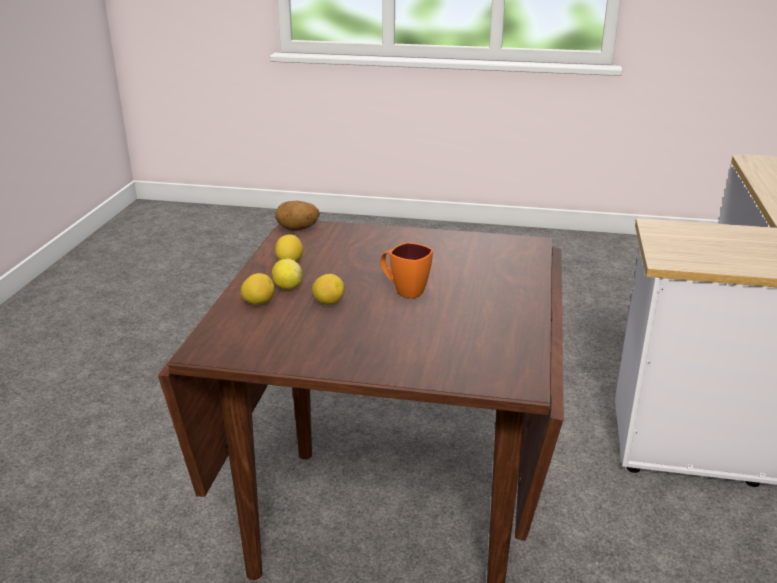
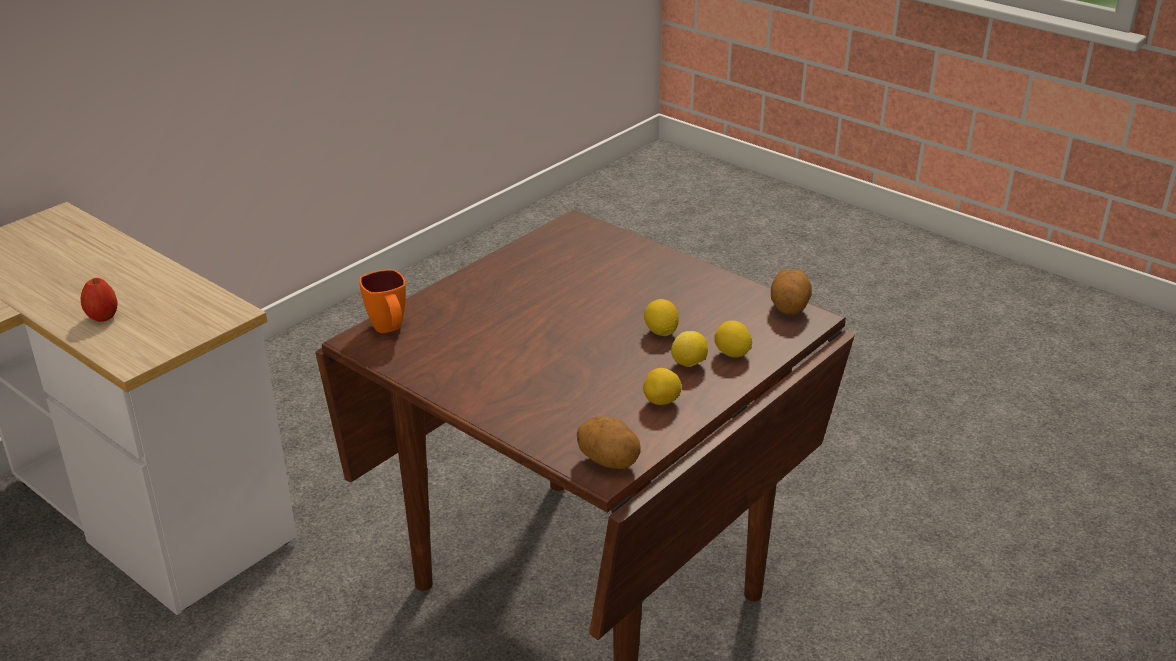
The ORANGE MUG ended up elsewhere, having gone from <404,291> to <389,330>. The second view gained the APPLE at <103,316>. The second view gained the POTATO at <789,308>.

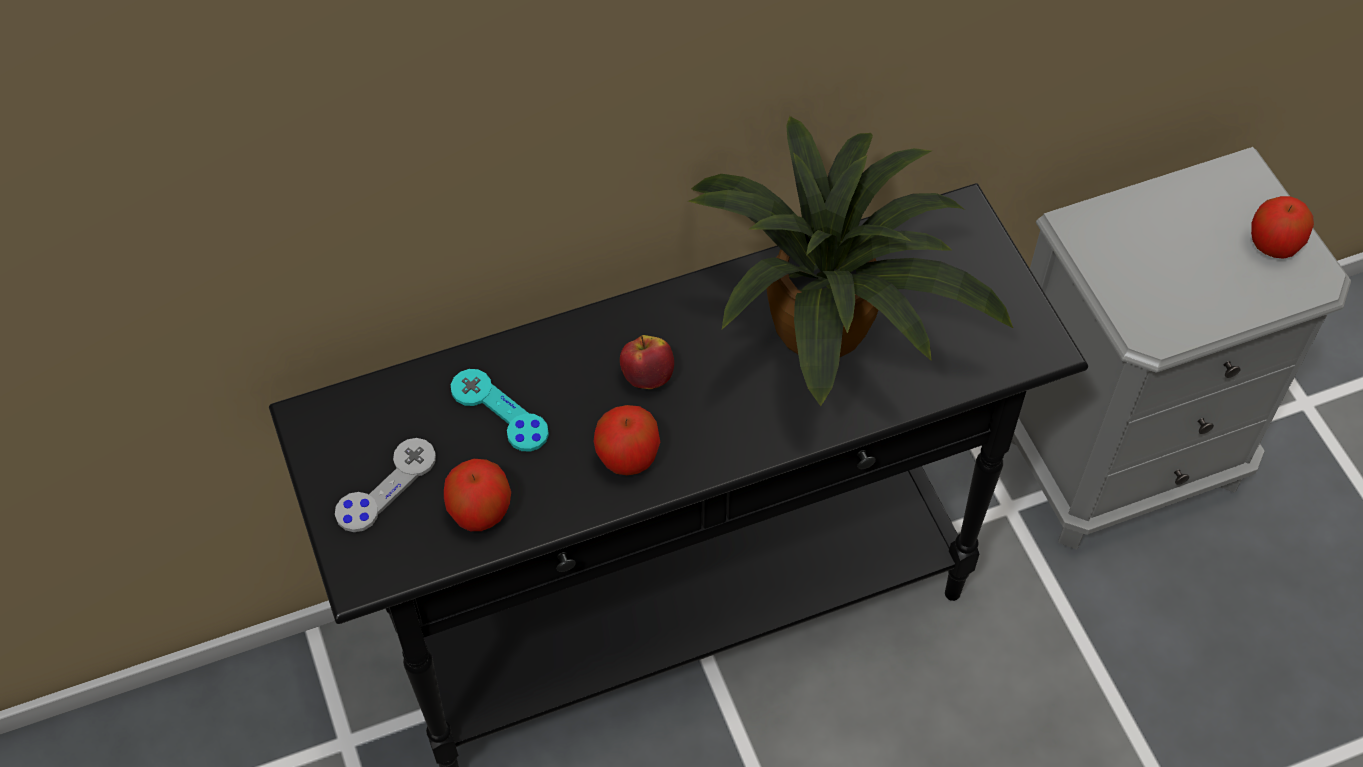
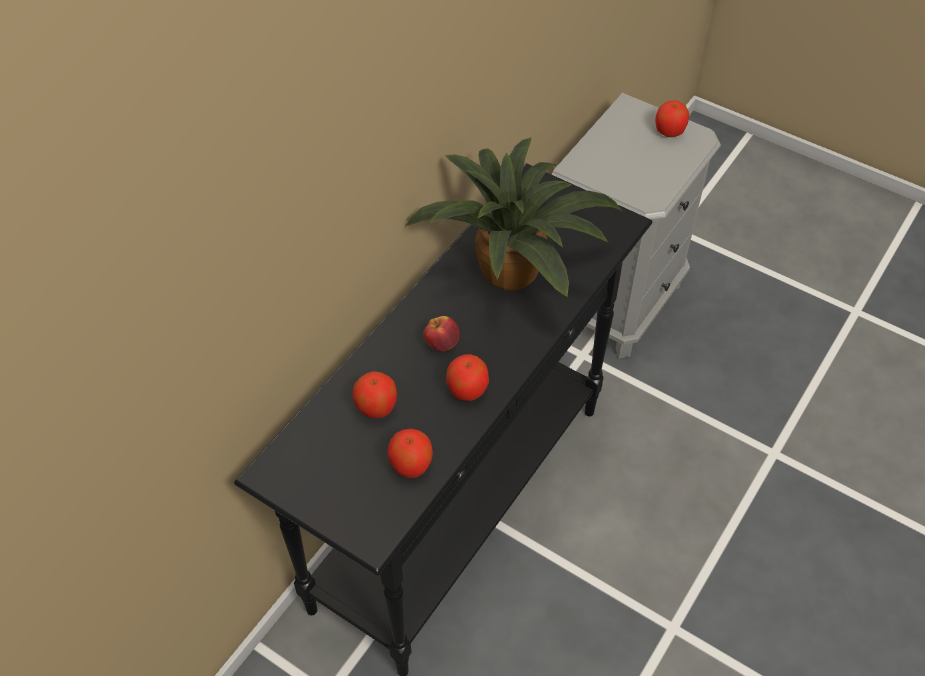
The second view lost the GREY GAME CONTROLLER at <386,486>. Where the TURQUOISE GAME CONTROLLER stood at <499,411>, the APPLE came to stand at <376,407>.

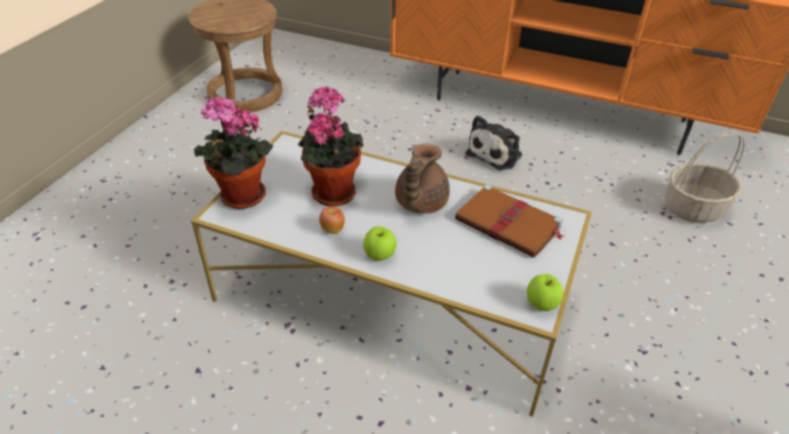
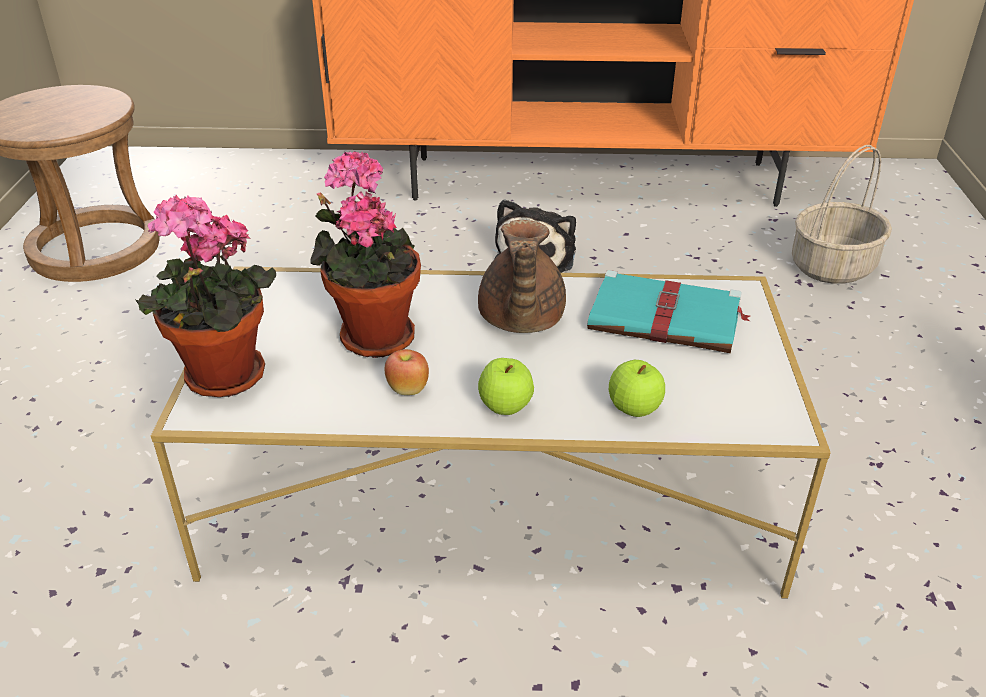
What was the BROWN BOOK at <509,224> turned into the TURQUOISE BOOK at <667,318>. The APPLE ended up elsewhere, having gone from <541,304> to <634,409>.

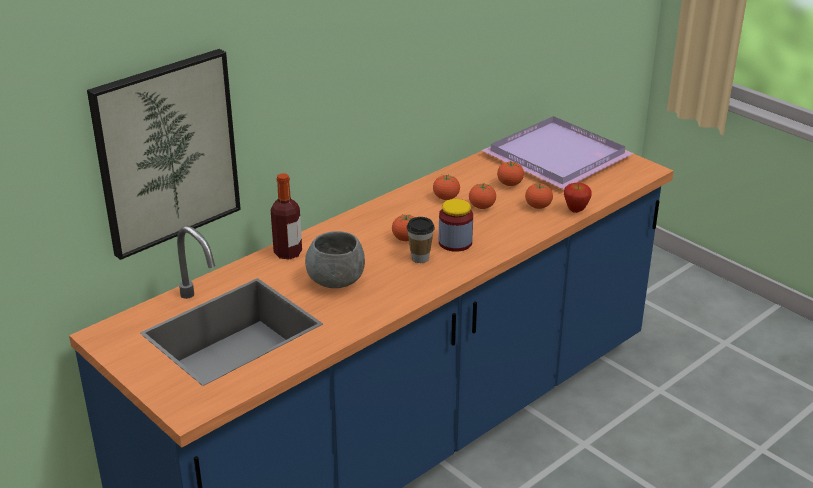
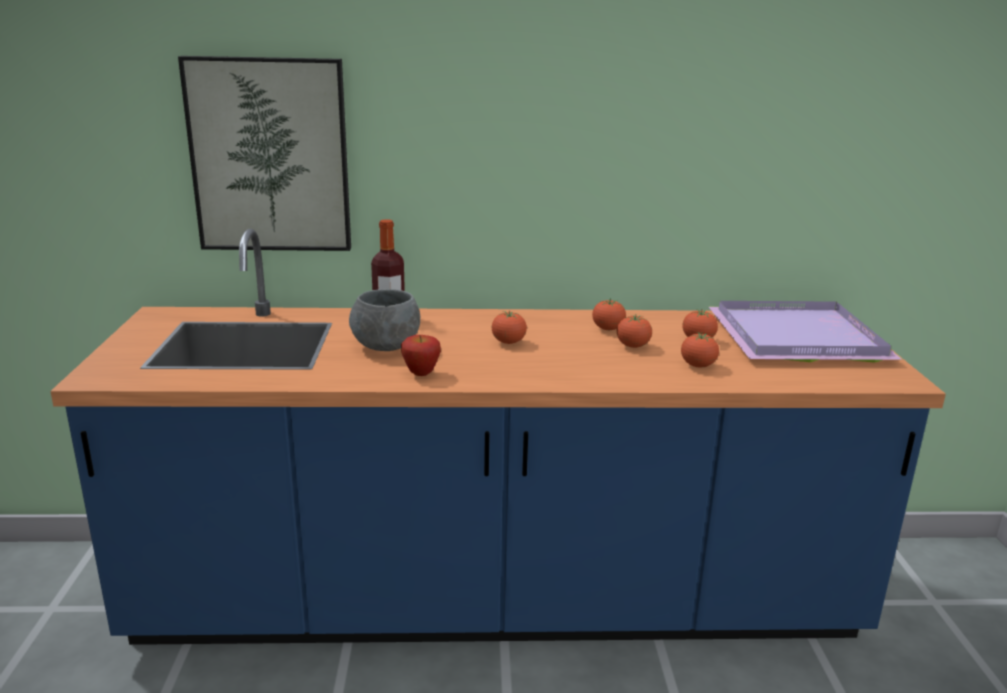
The second view lost the CUP at <420,258>. The second view lost the JAR at <455,243>. The APPLE ended up elsewhere, having gone from <576,210> to <421,374>.

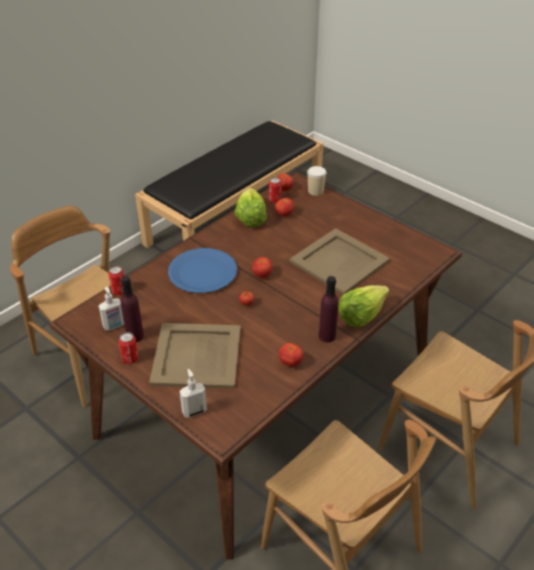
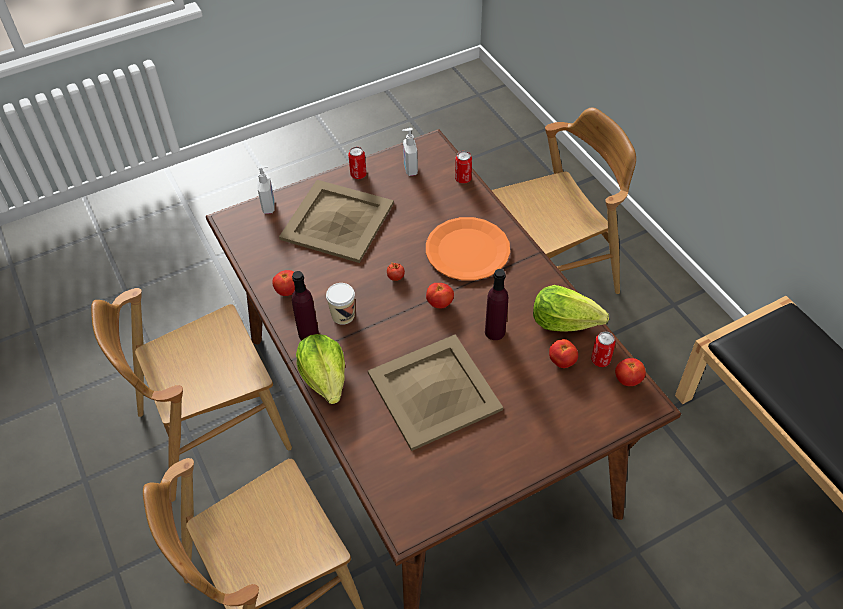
The PURPLE BOTTLE ended up elsewhere, having gone from <135,336> to <495,332>. What was the BLUE PLATE at <202,272> turned into the ORANGE PLATE at <467,250>. The CUP ended up elsewhere, having gone from <315,191> to <343,315>.

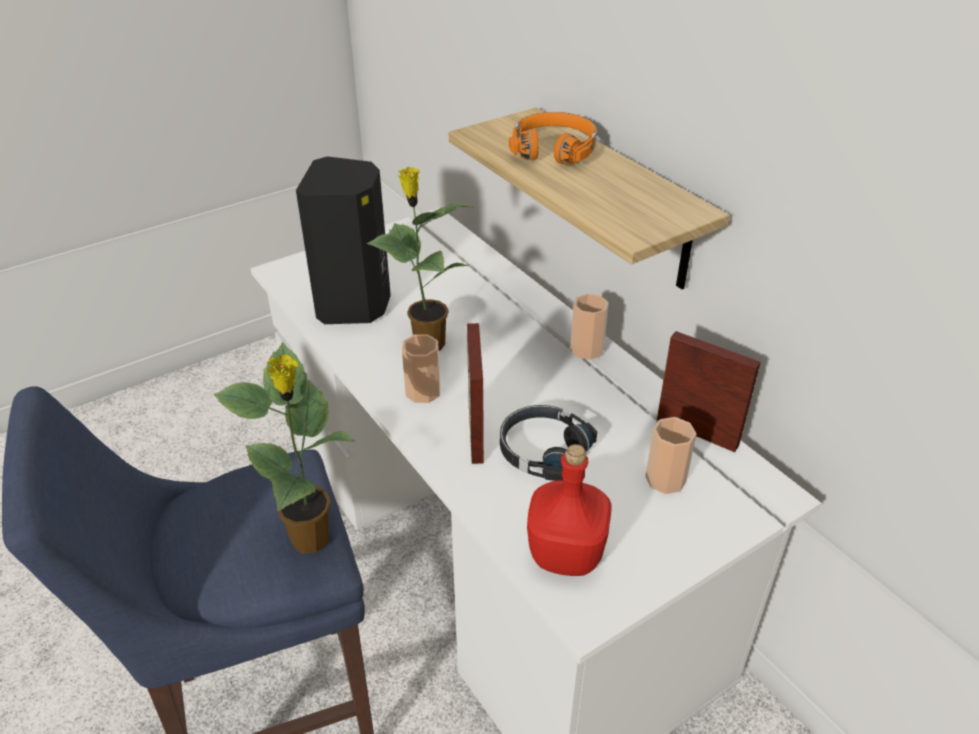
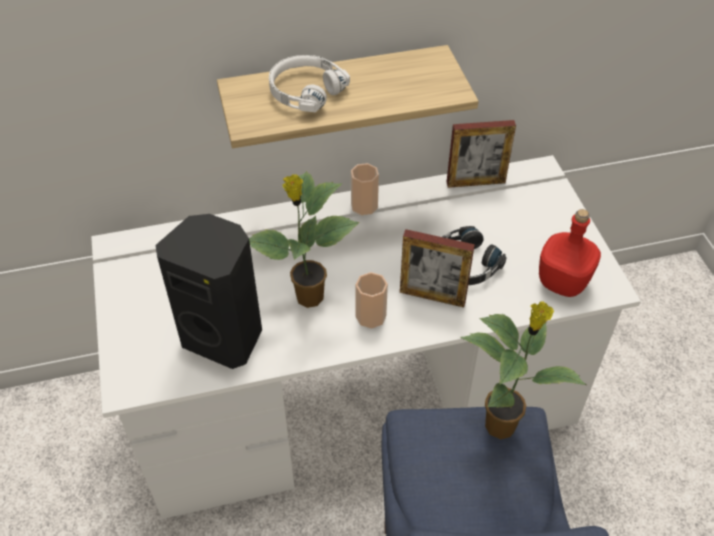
What was the ORANGE HEADPHONES at <554,149> turned into the WHITE HEADPHONES at <305,91>. The second view lost the CUP at <665,479>. The PICTURE FRAME at <697,432> ended up facing another way, 150 degrees counterclockwise from before.

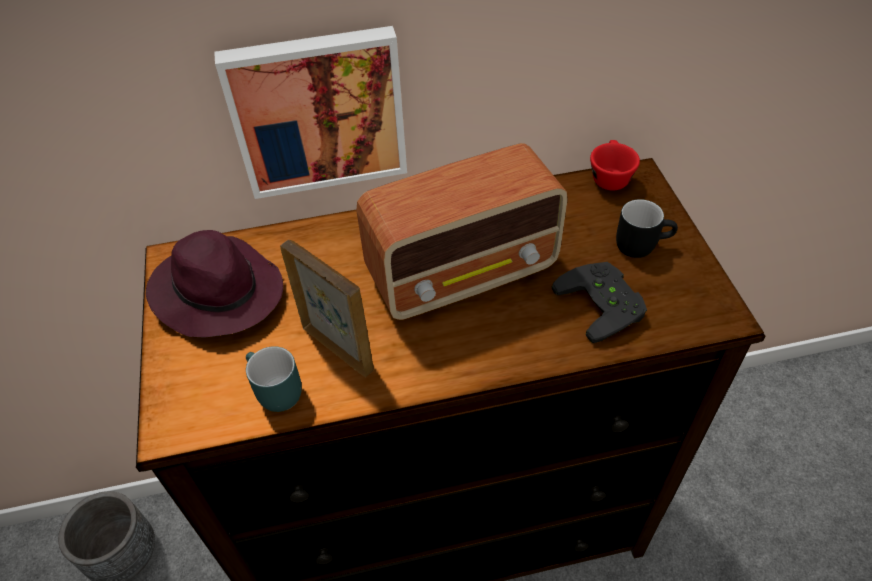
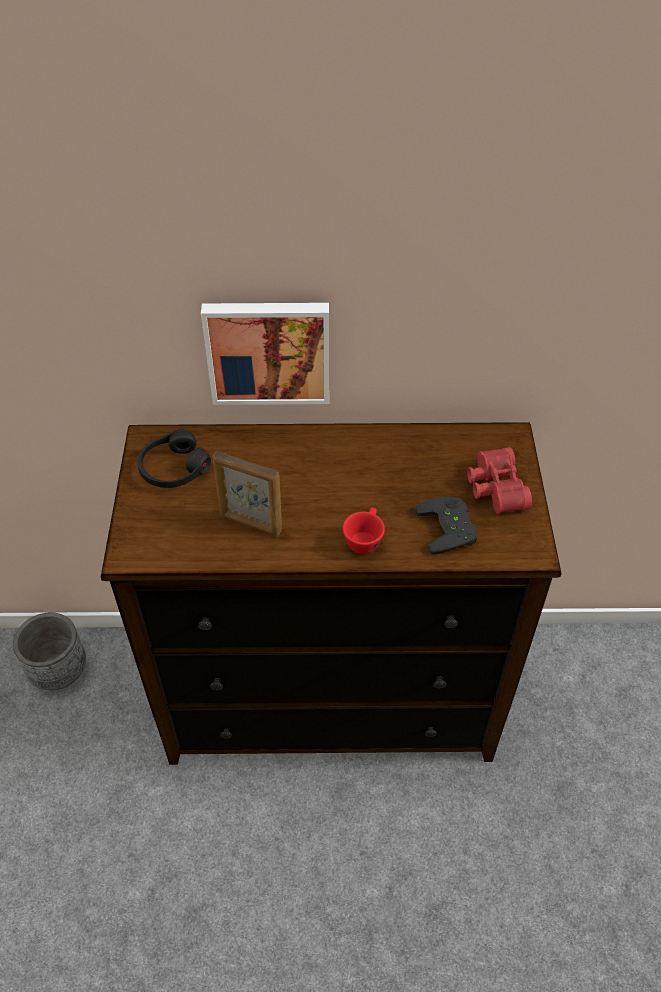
Where the PURPLE HAT stood at <216,292>, the BLACK HEADPHONES came to stand at <173,468>. The second view lost the TURQUOISE MUG at <273,392>. The PICTURE FRAME at <338,347> ended up facing another way, 150 degrees clockwise from before. The second view lost the RADIO at <464,273>. The RED CUP ended up elsewhere, having gone from <609,176> to <364,539>. Where the BLACK MUG stood at <640,243>, the RED BINOCULARS came to stand at <494,488>.

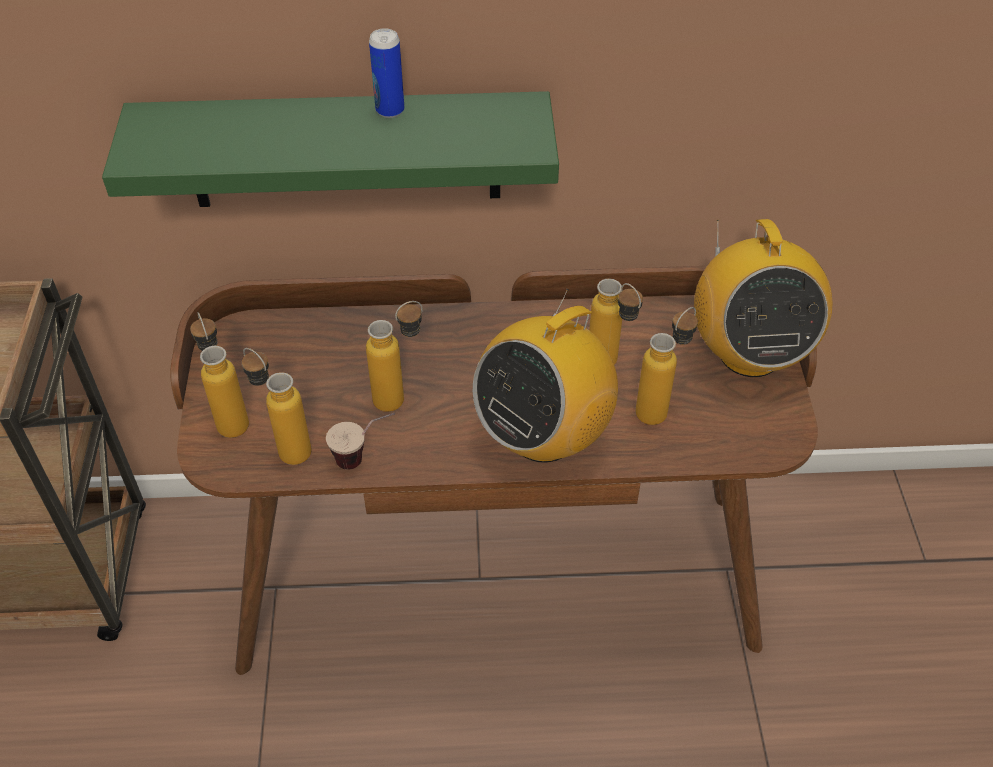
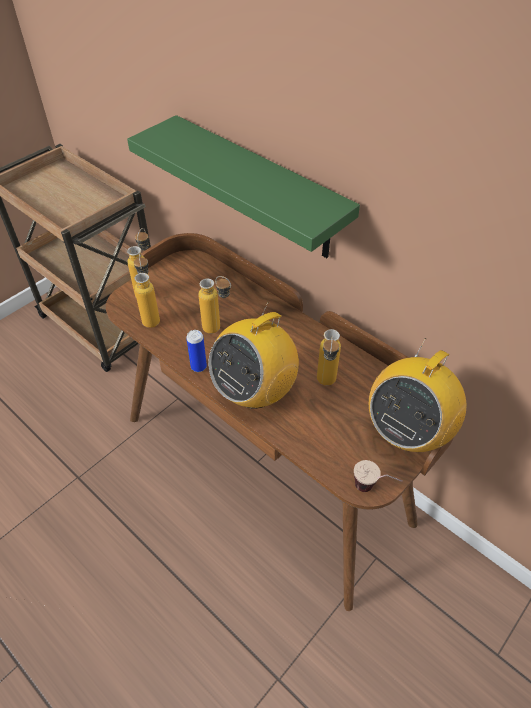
The CUP ended up elsewhere, having gone from <364,458> to <373,490>. The CAN ended up elsewhere, having gone from <390,110> to <198,366>. The RADIO at <543,435> ended up facing another way, 45 degrees counterclockwise from before. The second view lost the BOTTLE at <660,407>.

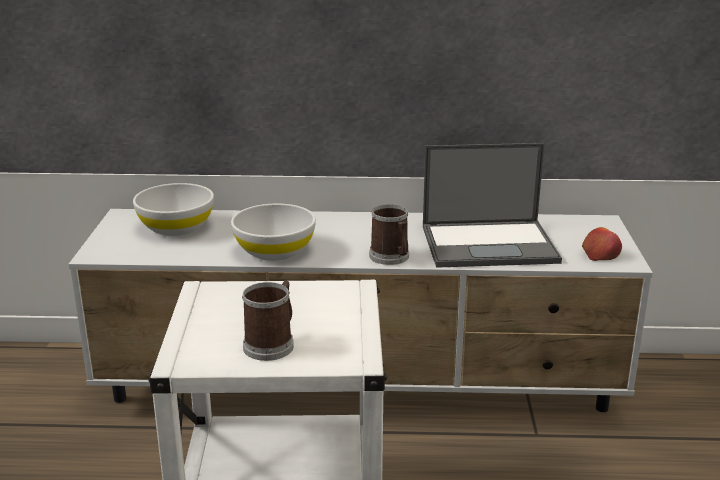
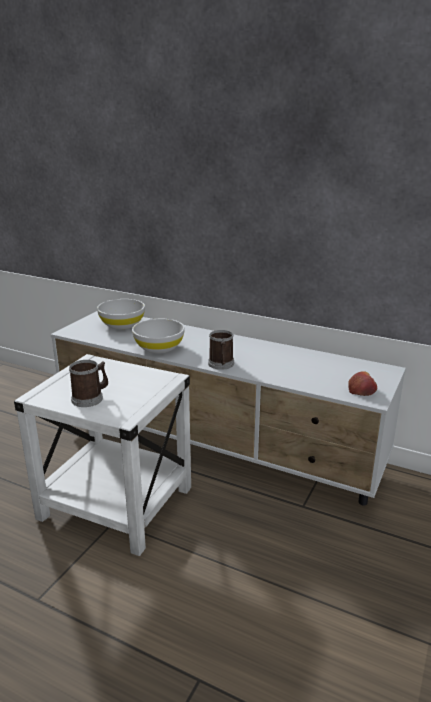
The second view lost the LAPTOP at <490,244>.

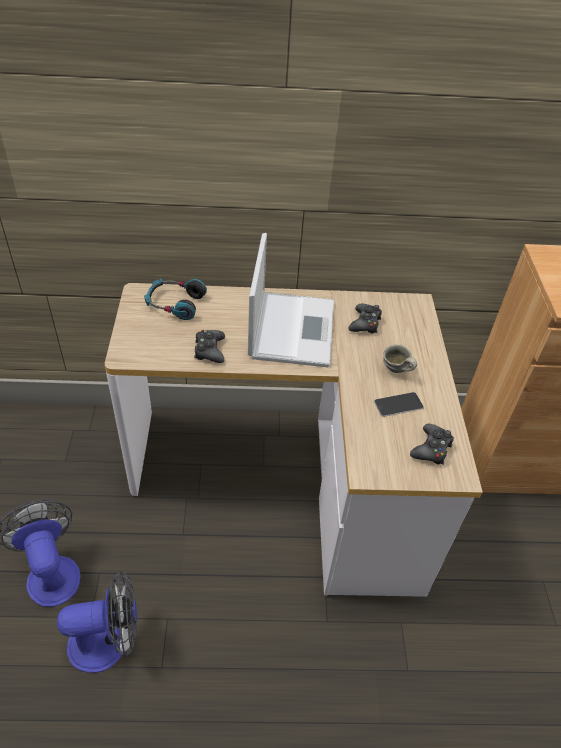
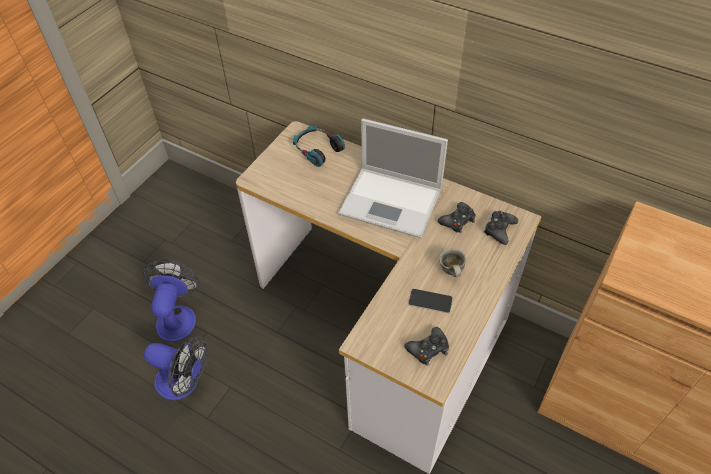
The BLACK GAME CONTROLLER ended up elsewhere, having gone from <209,350> to <499,230>. The LAPTOP at <292,327> ended up facing another way, 75 degrees clockwise from before.

